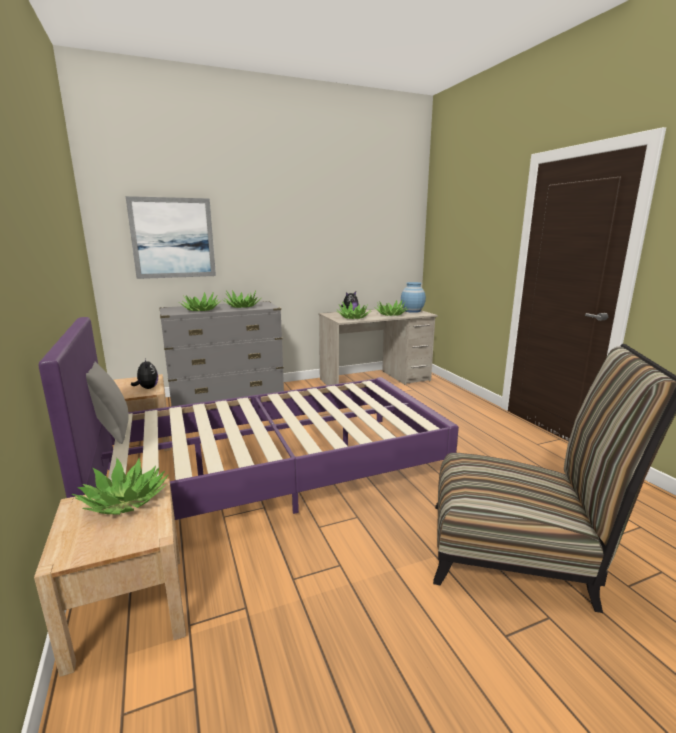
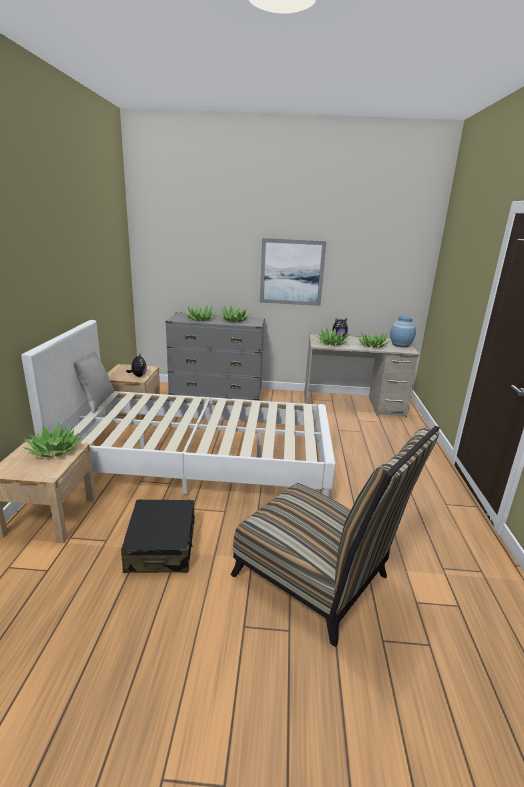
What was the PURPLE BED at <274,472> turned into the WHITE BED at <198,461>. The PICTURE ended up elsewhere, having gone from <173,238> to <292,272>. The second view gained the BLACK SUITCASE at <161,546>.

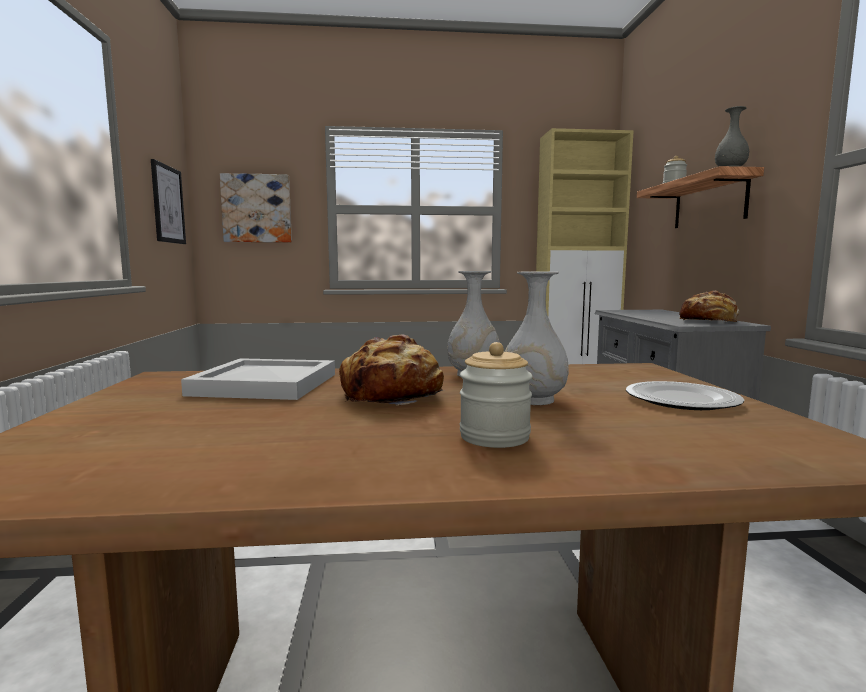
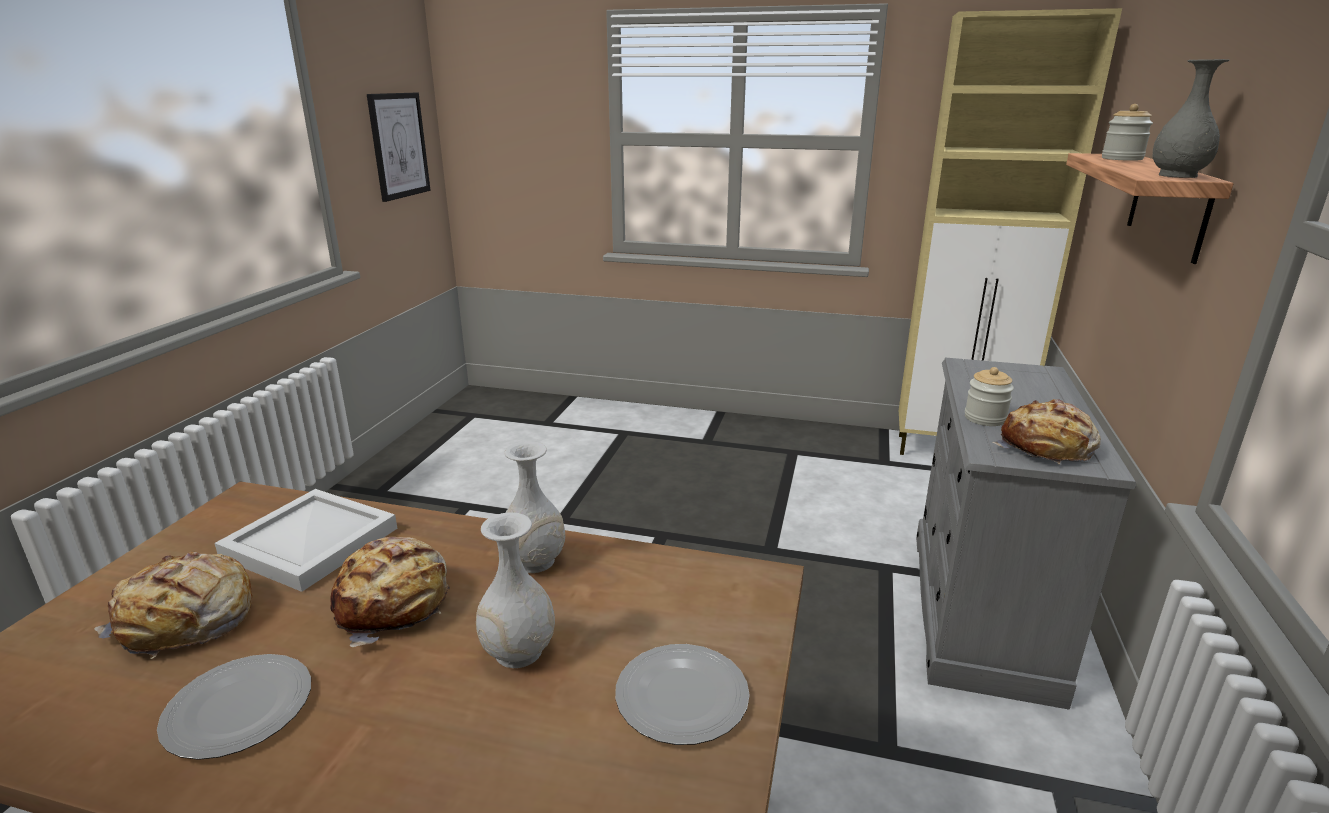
The second view lost the PICTURE at <257,208>. The JAR ended up elsewhere, having gone from <494,437> to <985,418>. The second view gained the BREAD at <187,621>. The second view gained the PLATE at <236,709>.

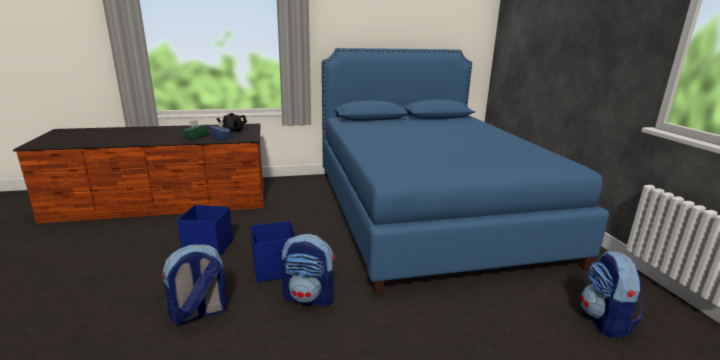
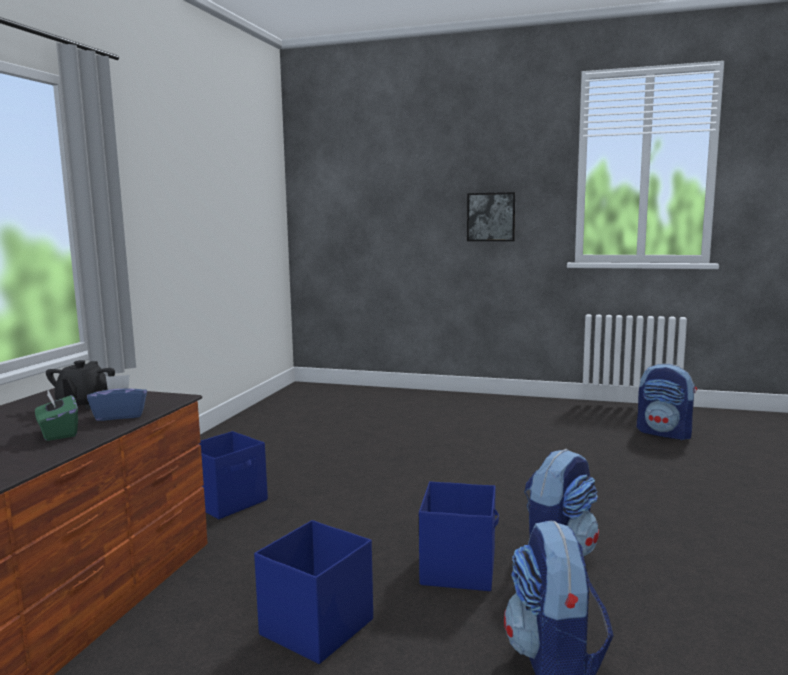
The second view lost the BLUE BED at <427,212>. The second view gained the BLUE STORAGE BOX at <229,502>. The second view gained the PICTURE at <491,217>.

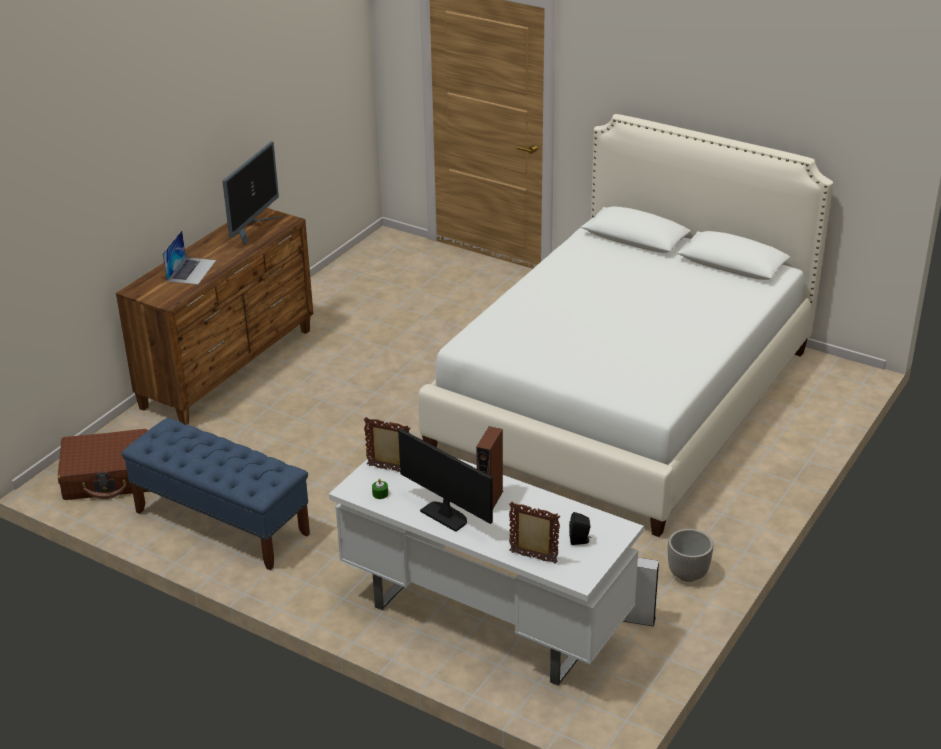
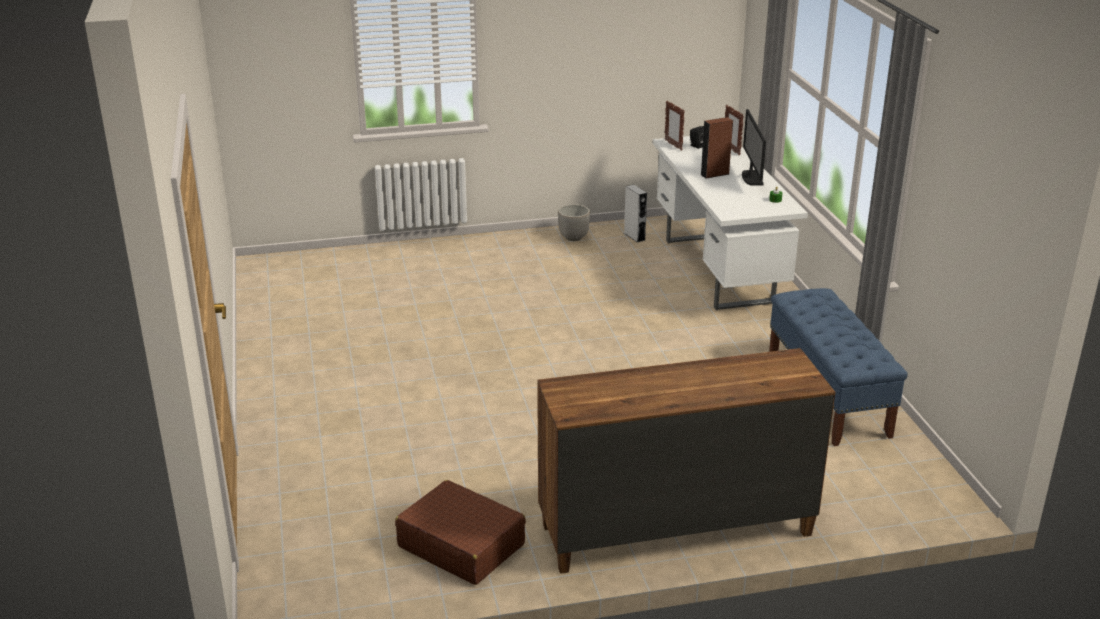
The BROWN SUITCASE ended up elsewhere, having gone from <109,477> to <461,545>. The second view lost the LAPTOP at <191,270>. The second view lost the MONITOR at <252,228>. The PICTURE FRAME ended up elsewhere, having gone from <389,470> to <673,145>. The second view lost the WHITE BED at <624,399>.

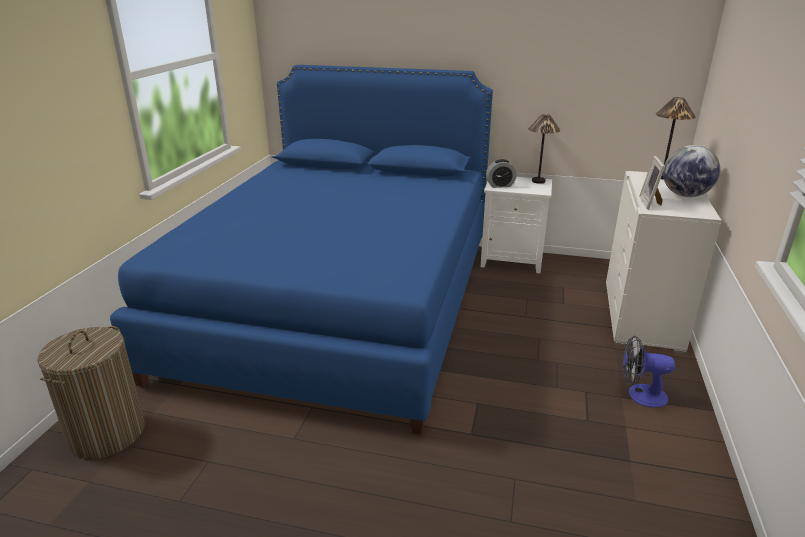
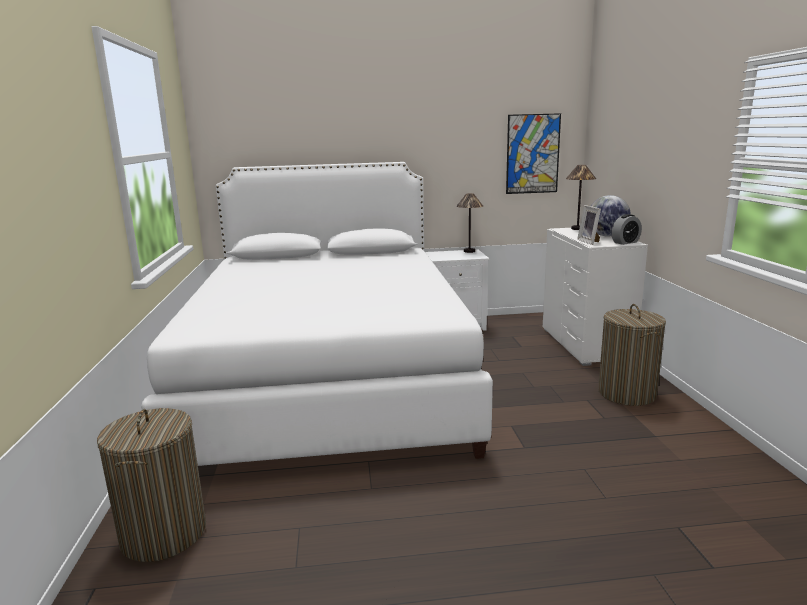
What was the BLUE BED at <341,303> turned into the WHITE BED at <329,379>. The ALARM CLOCK ended up elsewhere, having gone from <500,185> to <625,242>. Where the FAN stood at <640,395>, the LAUNDRY BASKET came to stand at <627,393>. The second view gained the PICTURE at <532,154>.

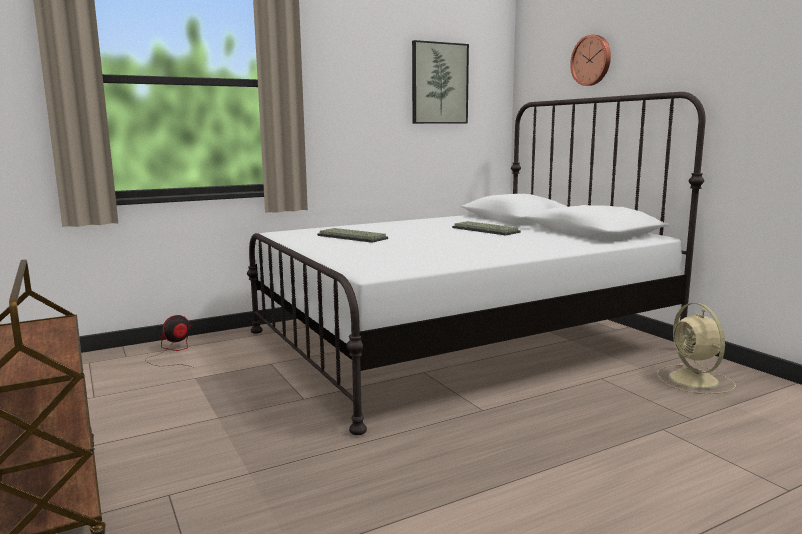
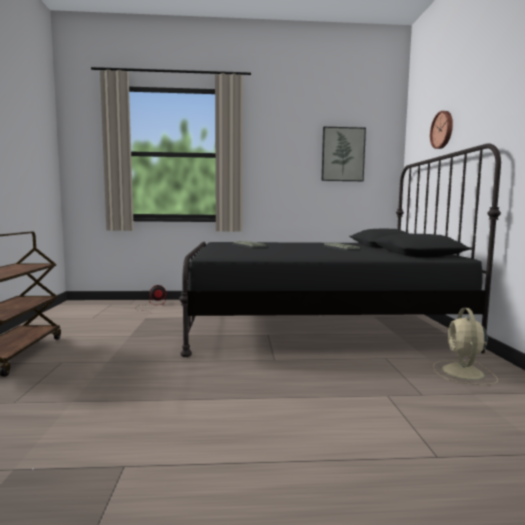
What was the WHITE BED at <459,340> turned into the BLACK BED at <316,322>.

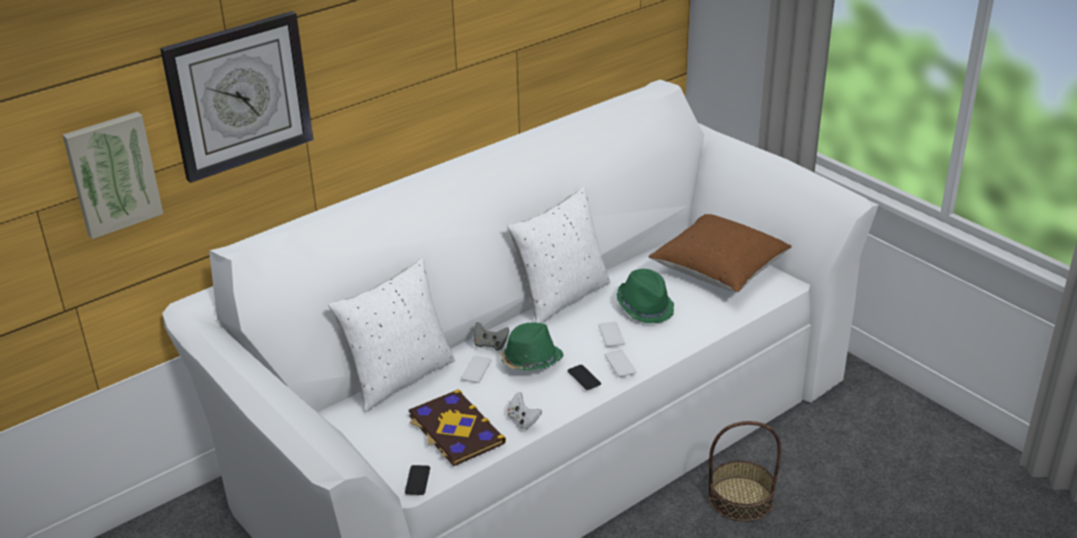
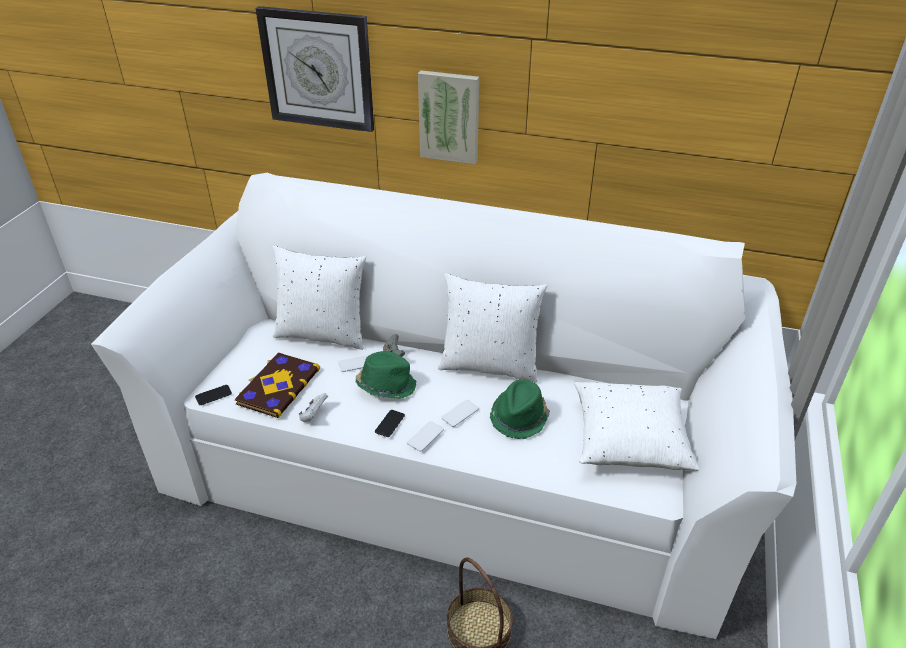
The PICTURE ended up elsewhere, having gone from <112,173> to <449,116>. What was the BROWN PILLOW at <719,271> turned into the WHITE PILLOW at <629,441>.

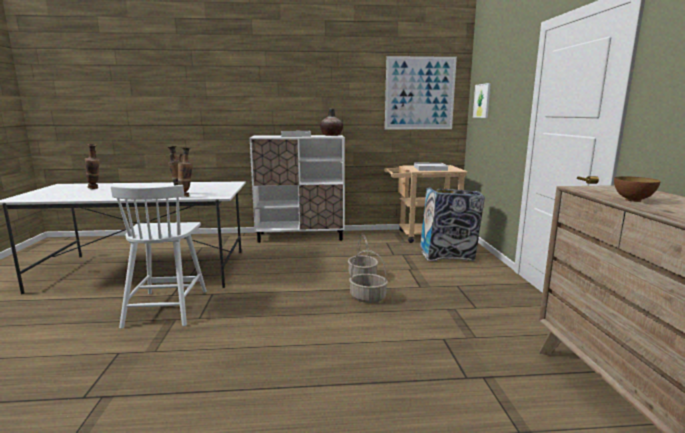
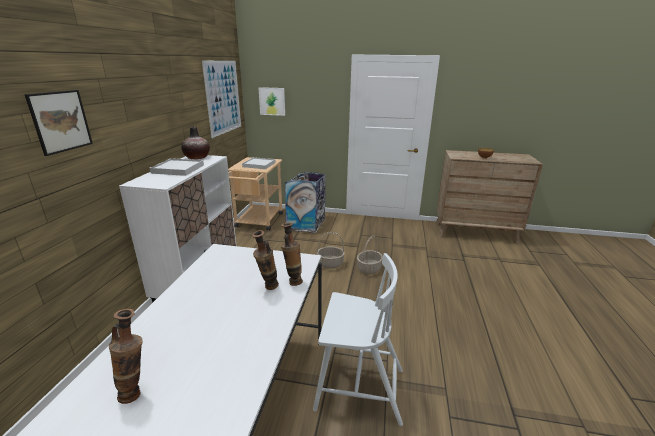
The second view gained the PICTURE at <61,121>.

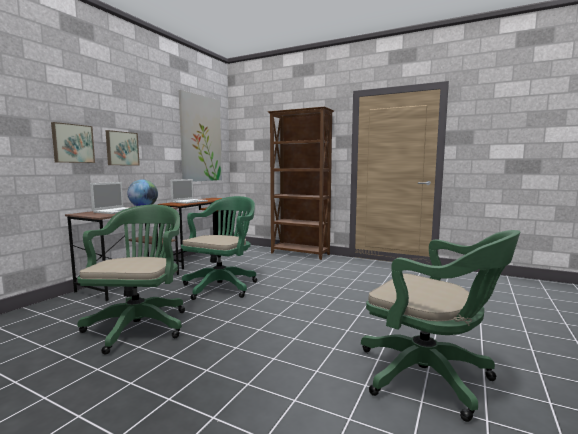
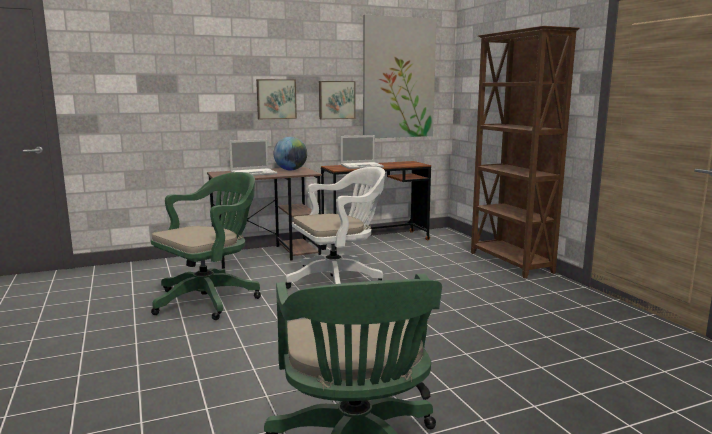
The PICTURE ended up elsewhere, having gone from <72,143> to <336,100>. What was the GREEN OFFICE CHAIR at <222,286> turned into the WHITE OFFICE CHAIR at <338,281>.

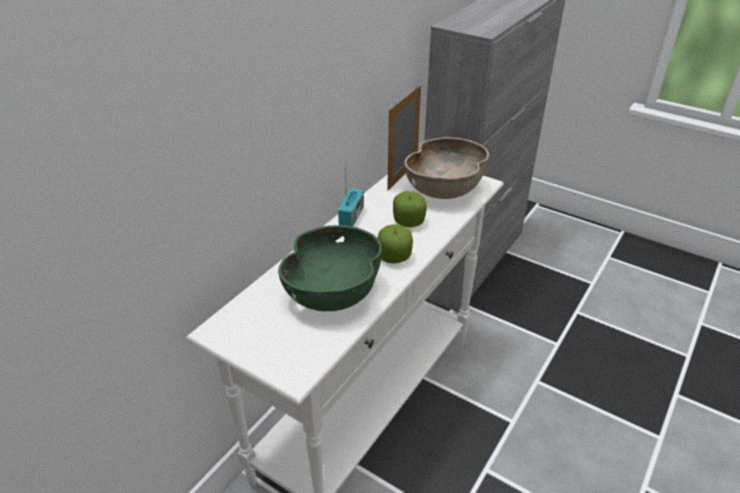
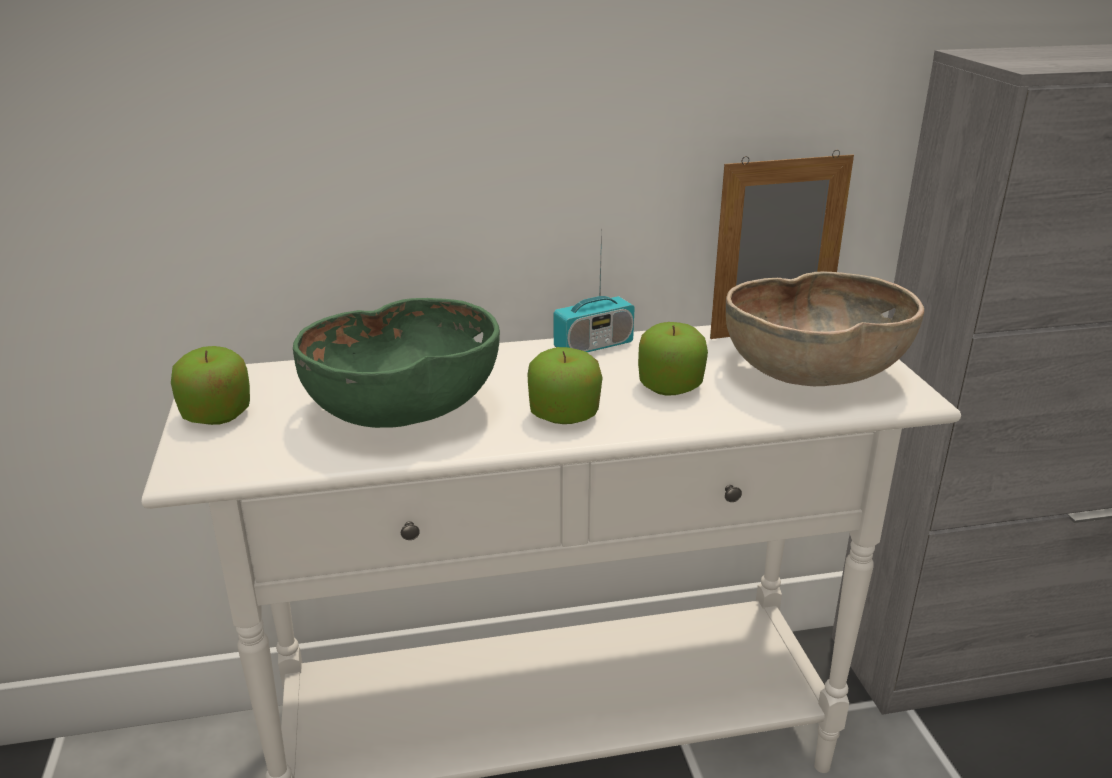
The second view gained the APPLE at <216,415>.

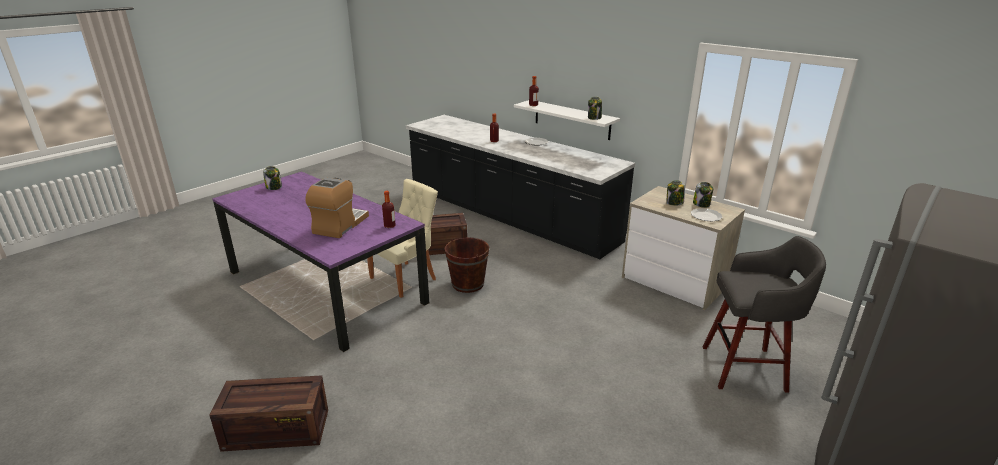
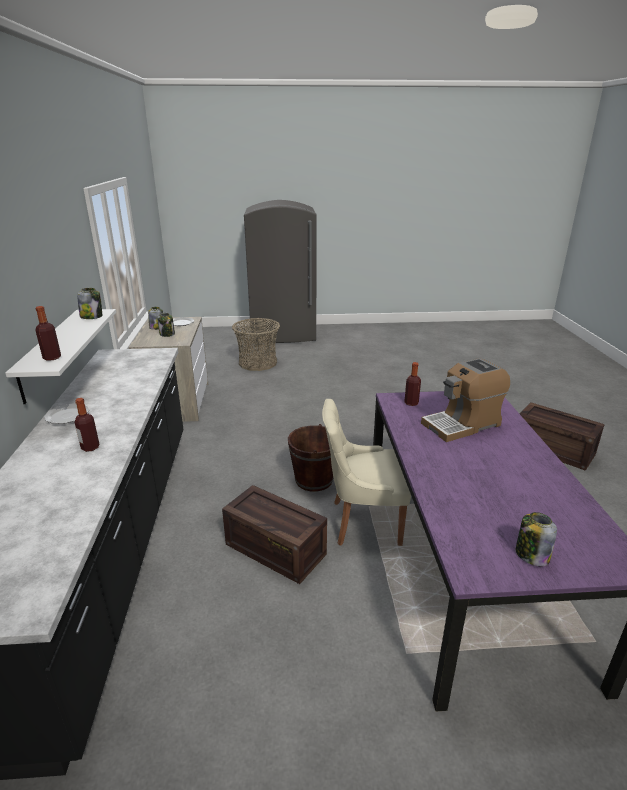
Where the GREY STOOL stood at <746,368>, the BASKET came to stand at <258,363>.

